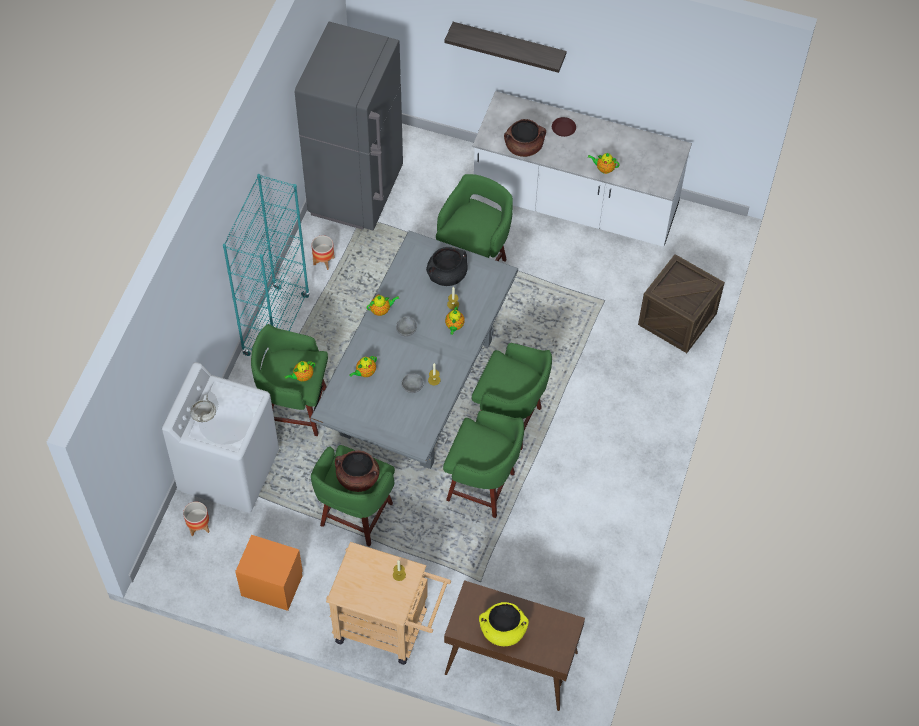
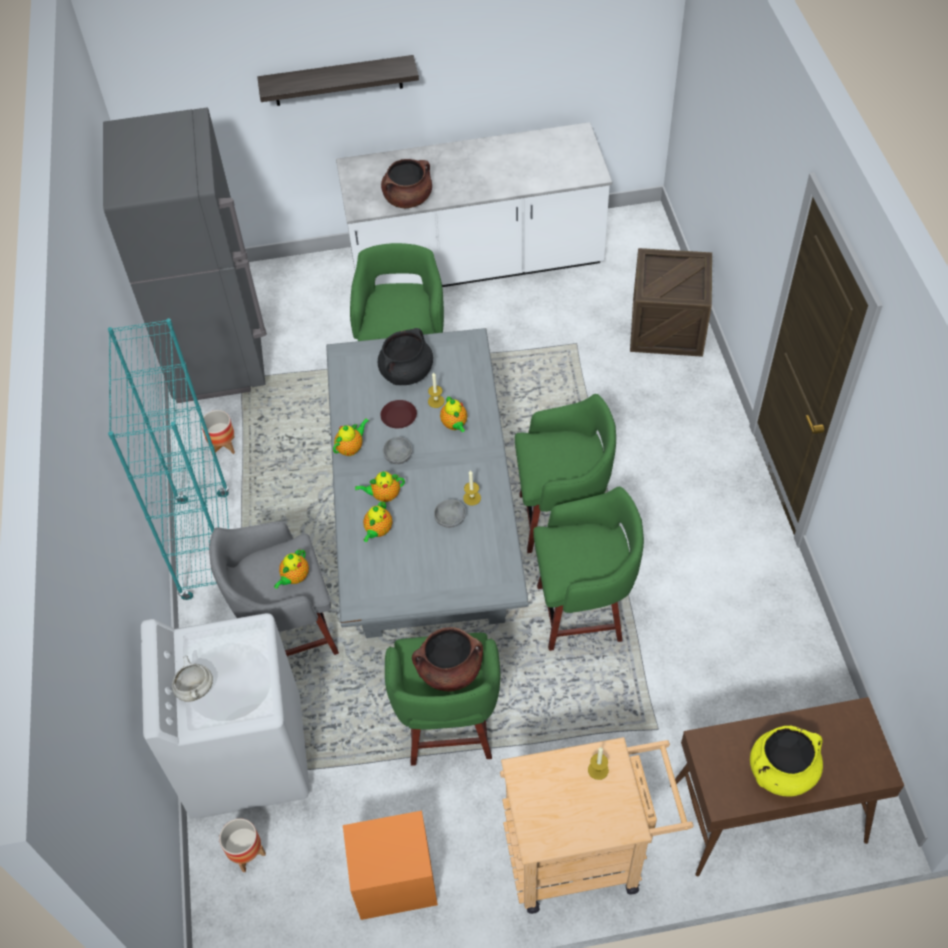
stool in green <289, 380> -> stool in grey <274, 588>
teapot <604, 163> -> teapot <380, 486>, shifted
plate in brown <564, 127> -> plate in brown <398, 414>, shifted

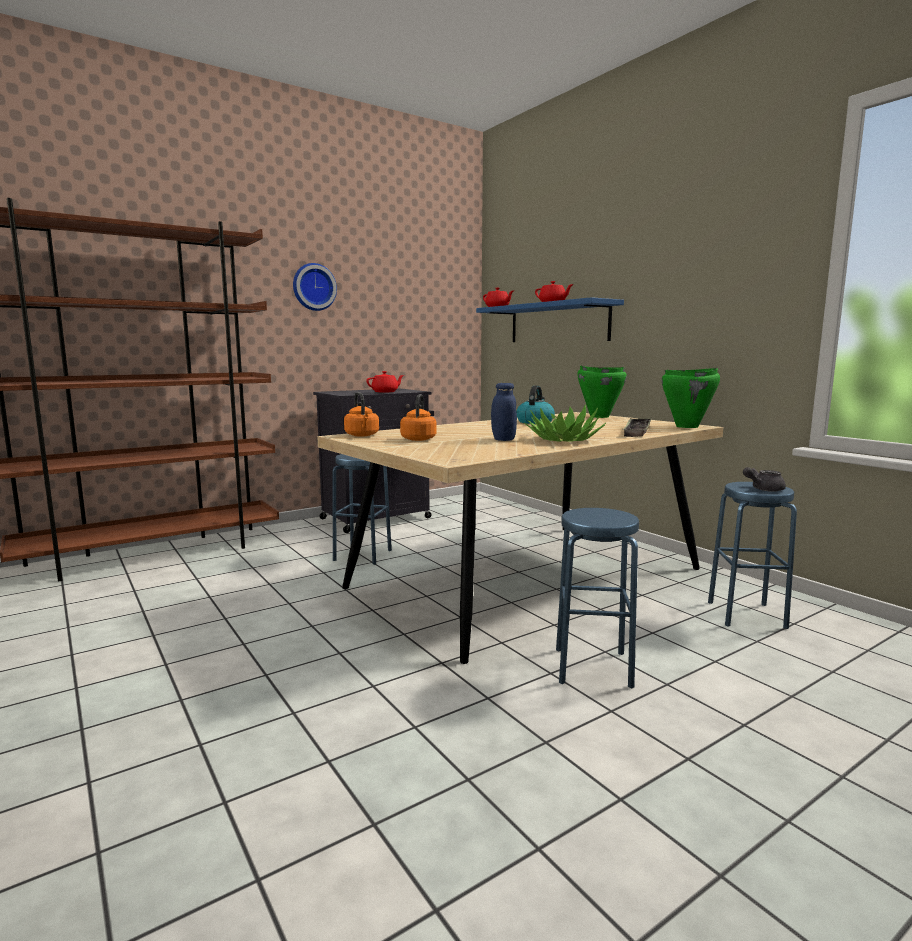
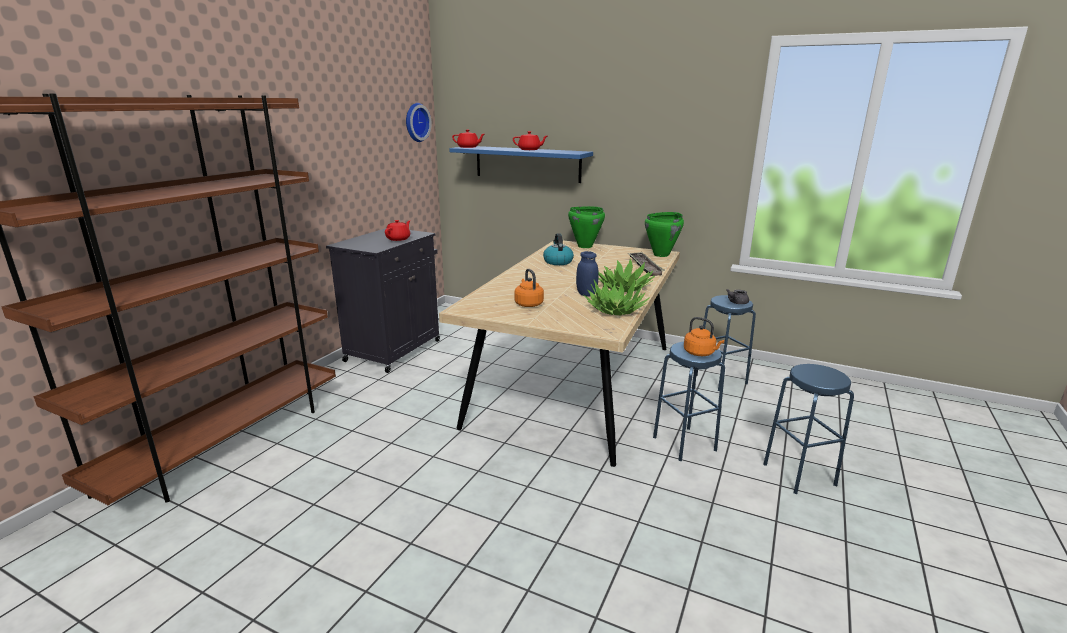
wall clock <315, 287> -> wall clock <419, 122>, shifted
none -> potted plant <616, 298>
kettle in orange <361, 414> -> kettle in orange <704, 336>, shifted
stool in blue <362, 509> -> stool in blue <808, 429>, shifted

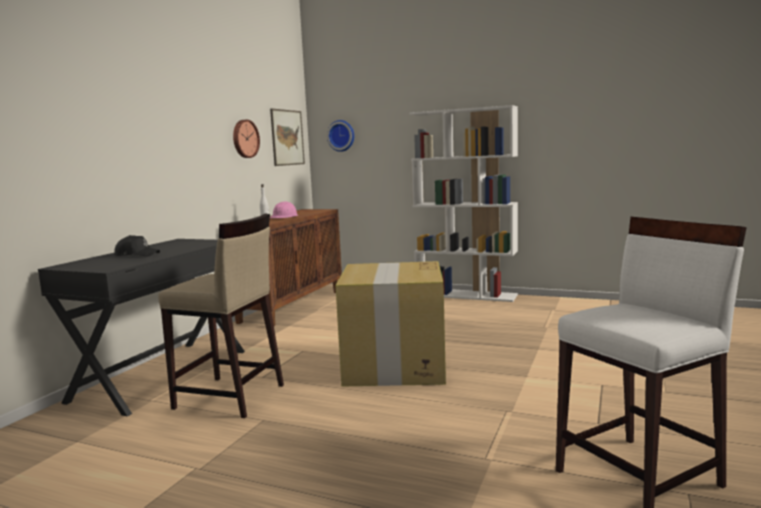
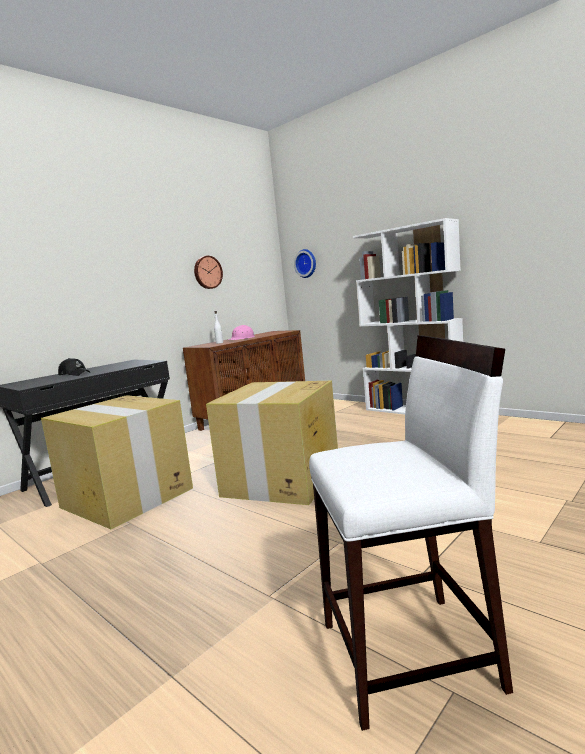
stool in beige <221, 315> -> cardboard box <117, 462>
picture <287, 137> -> none

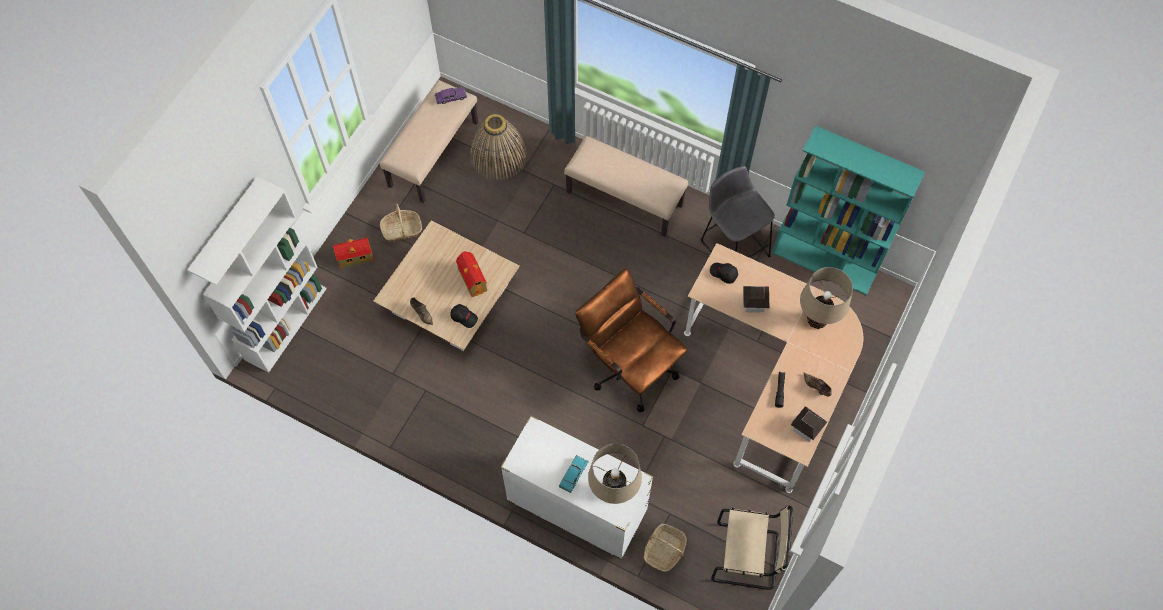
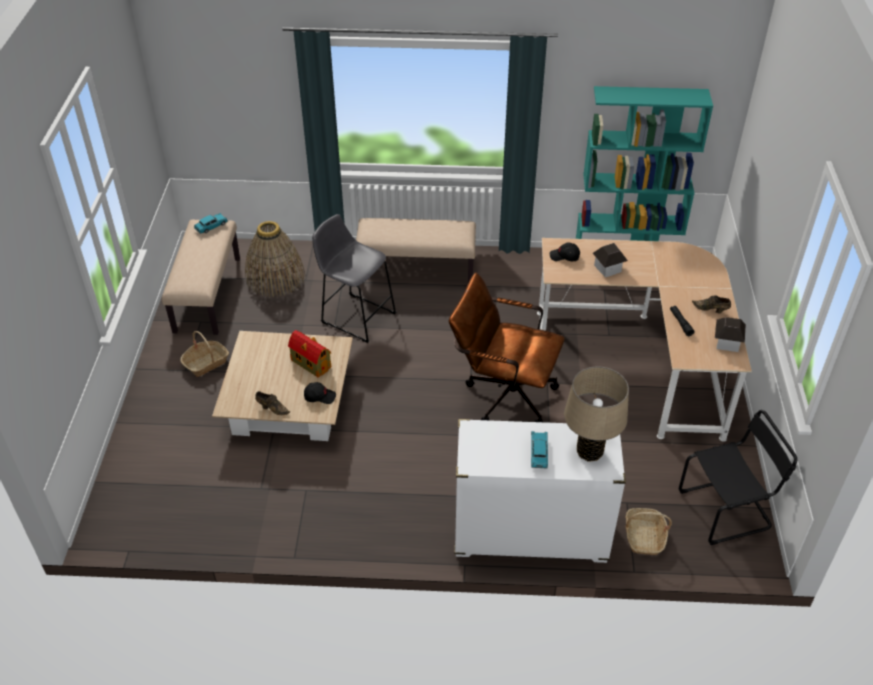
toy car in purple <451, 95> -> toy car in turquoise <211, 223>
stool in grey <738, 212> -> stool in grey <354, 278>, shifted
chair in beige <752, 547> -> chair in black <738, 477>
bookcase in white <257, 274> -> none
toy house <353, 252> -> none
table lamp in beige <826, 298> -> none

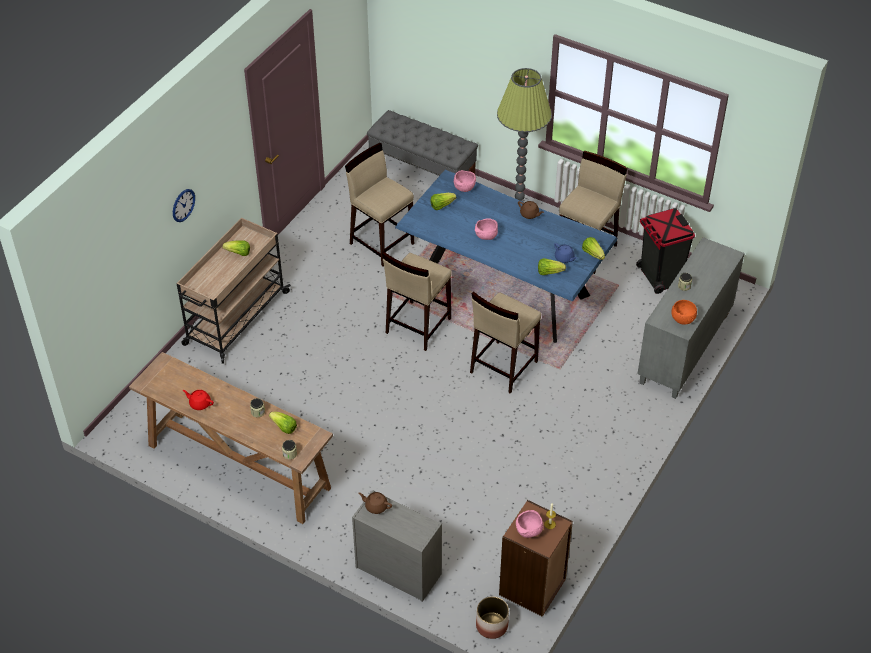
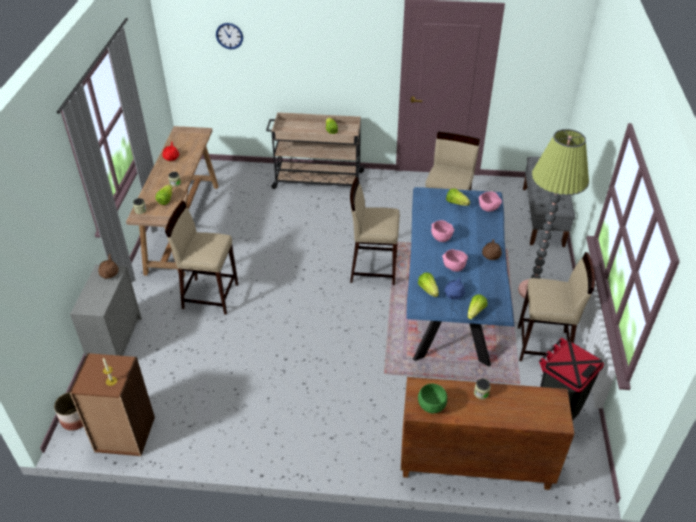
stool in beige <505, 342> -> stool in beige <201, 257>, shifted
wall clock <184, 205> -> wall clock <229, 36>, shifted
cabinet in grey <691, 318> -> cabinet in brown <487, 433>
bowl in orange <684, 312> -> bowl in green <432, 398>
bowl in pink <529, 524> -> bowl in pink <455, 260>, shifted

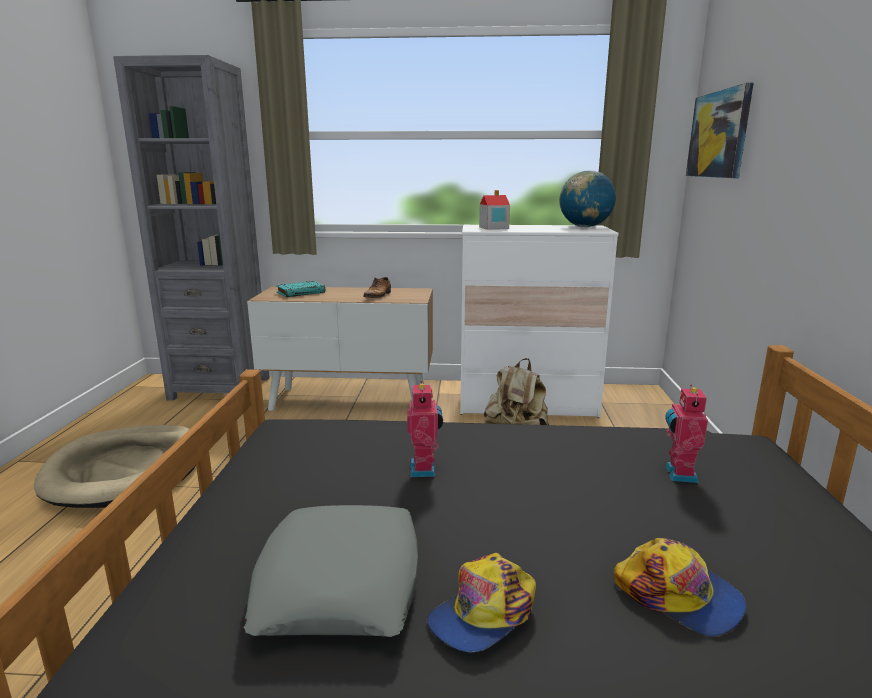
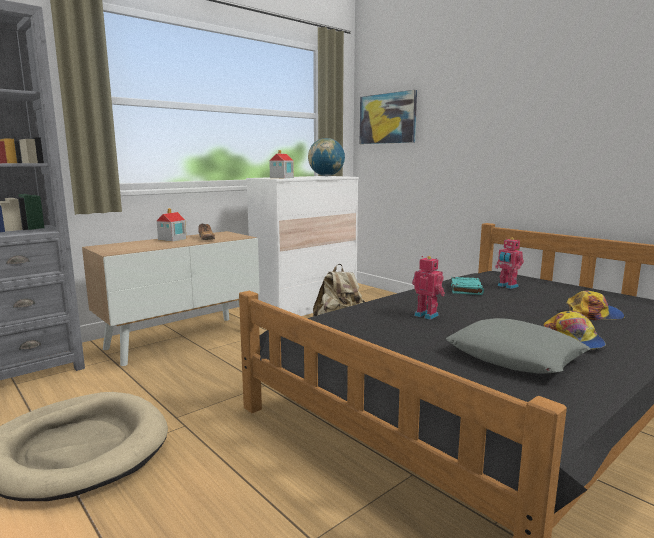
none -> toy house <172, 225>
book in turquoise <300, 289> -> book in turquoise <467, 286>, shifted

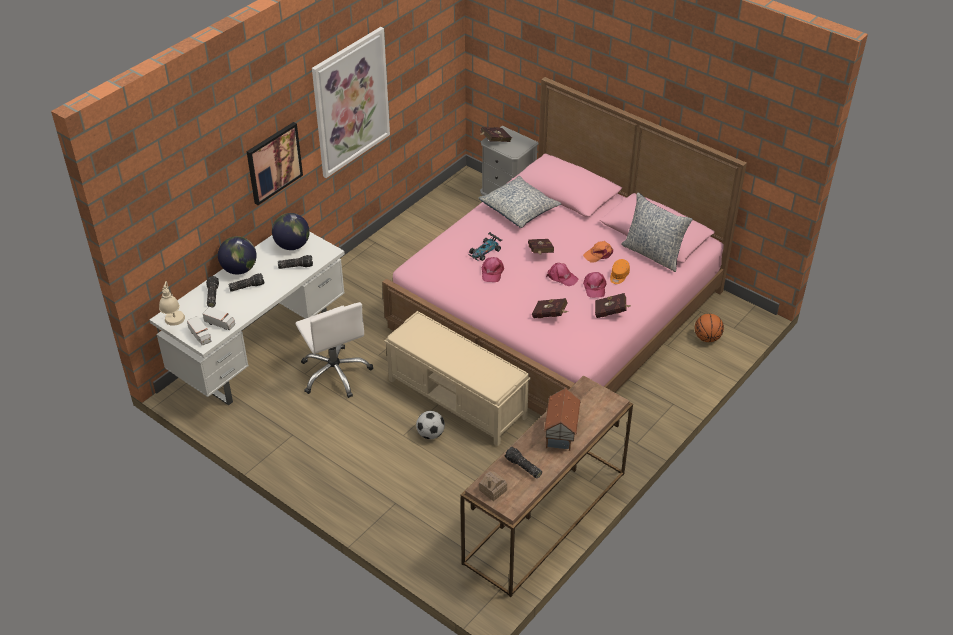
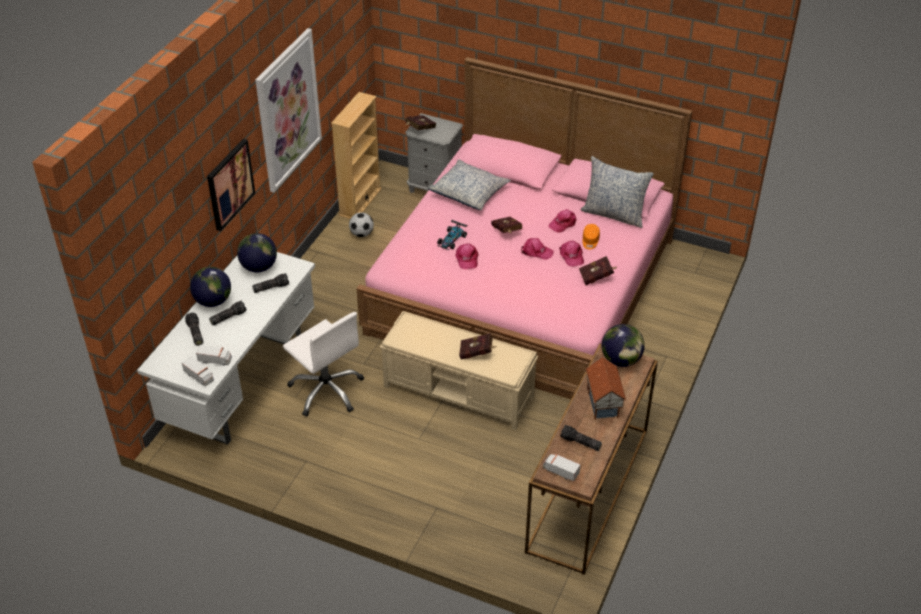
none -> bookcase in beige <356, 155>
football <430, 425> -> football <361, 224>, shifted
book in red <550, 308> -> book in red <478, 346>, shifted
toy house <493, 486> -> toy truck <562, 468>
cap in orange <598, 252> -> cap in pink <562, 221>
none -> globe <623, 345>
table lamp in beige <172, 303> -> none
basketball <709, 328> -> none

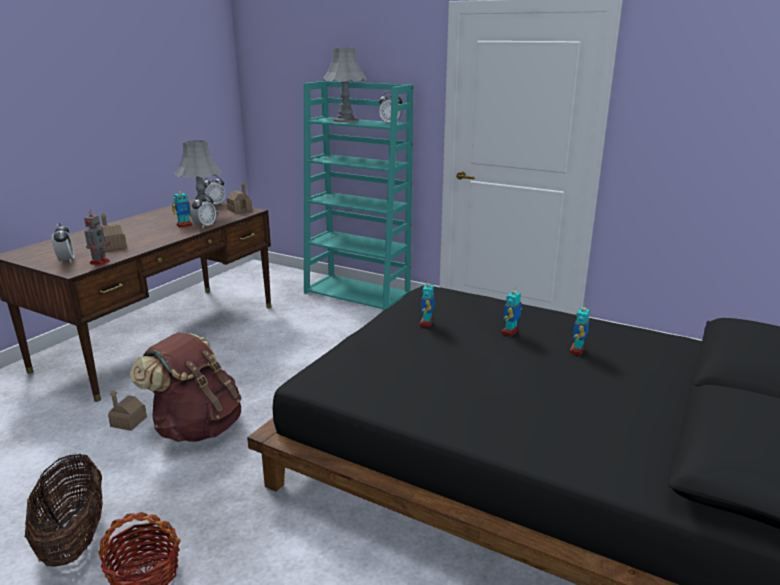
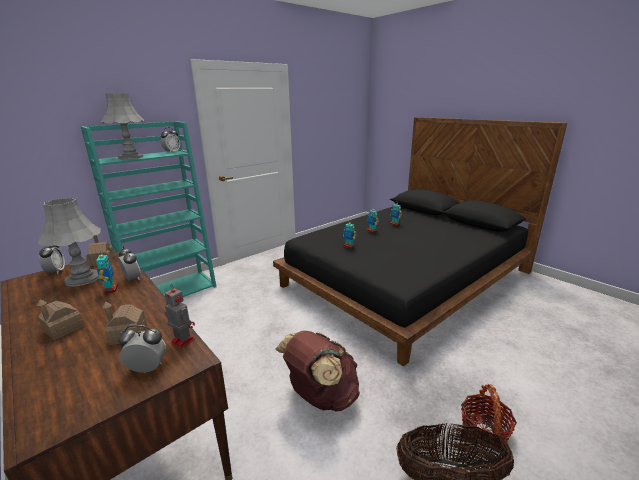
toy house <127, 410> -> toy house <60, 319>, shifted

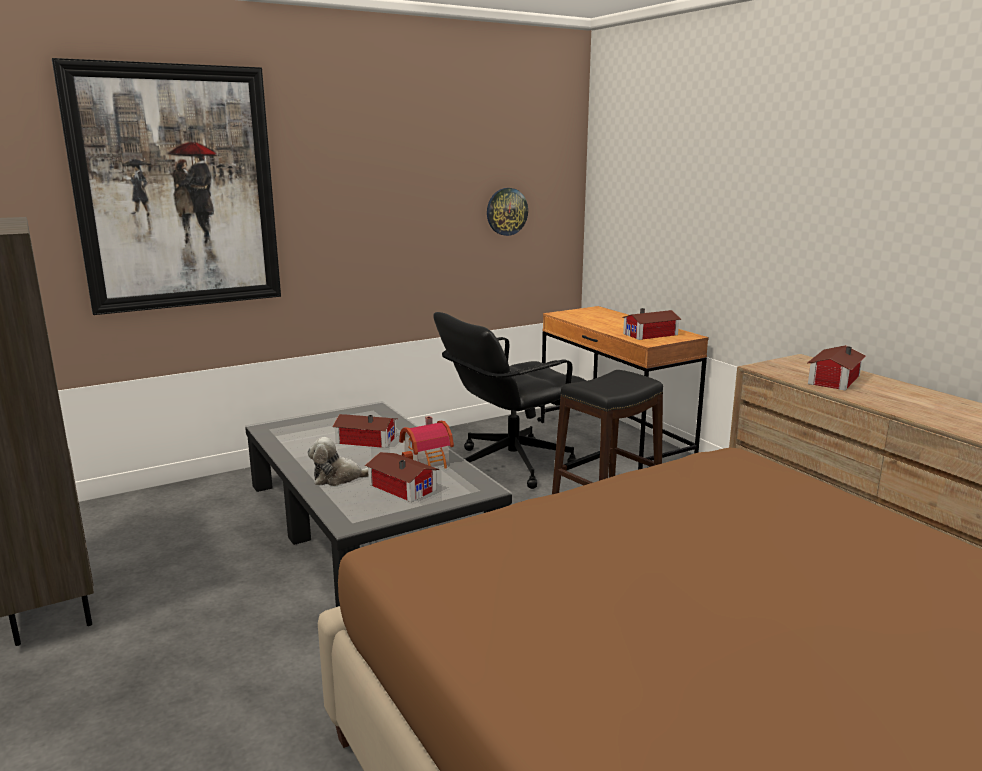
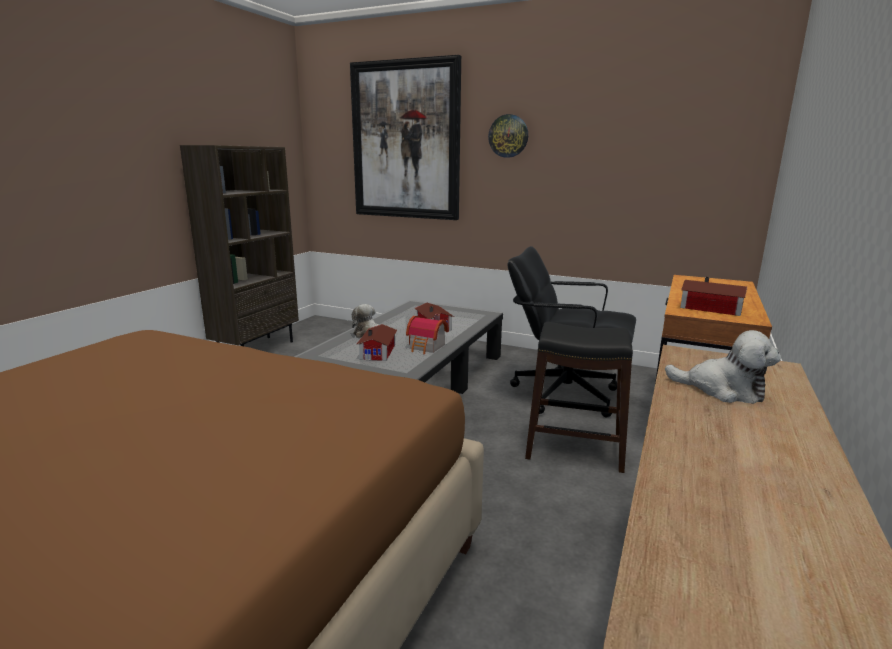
wall clock <507, 212> -> wall clock <508, 136>, shifted
toy house <836, 368> -> plush toy <723, 367>

